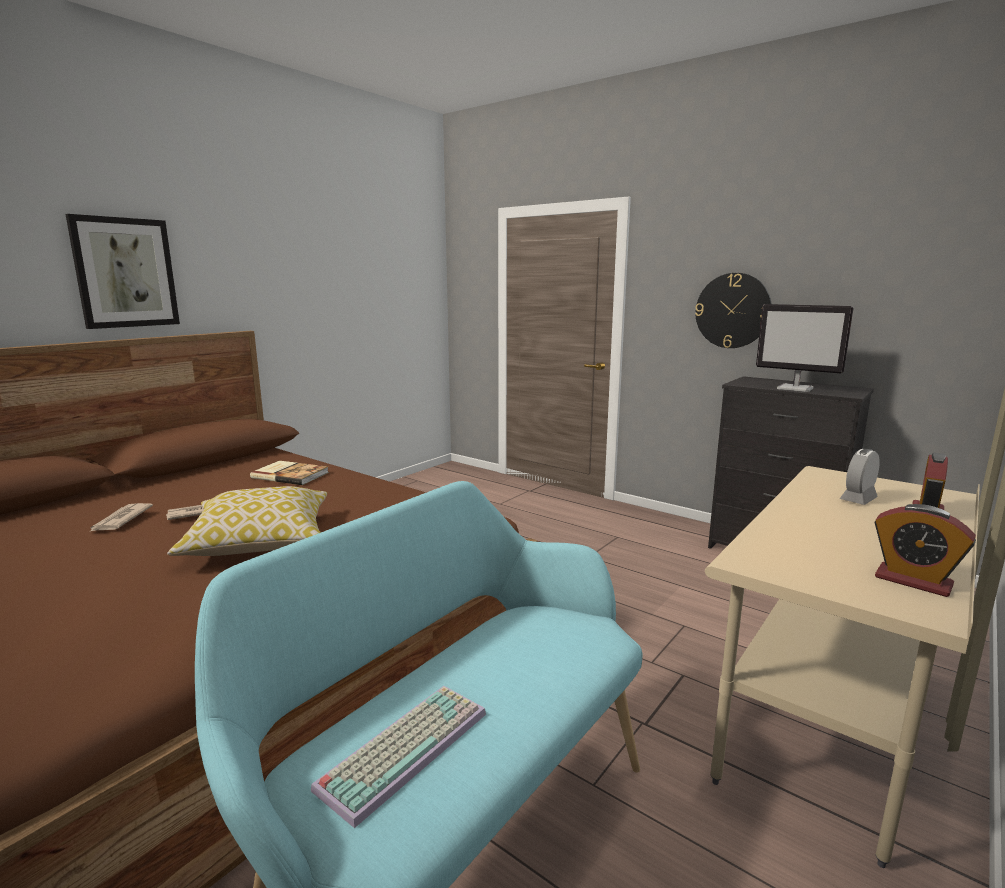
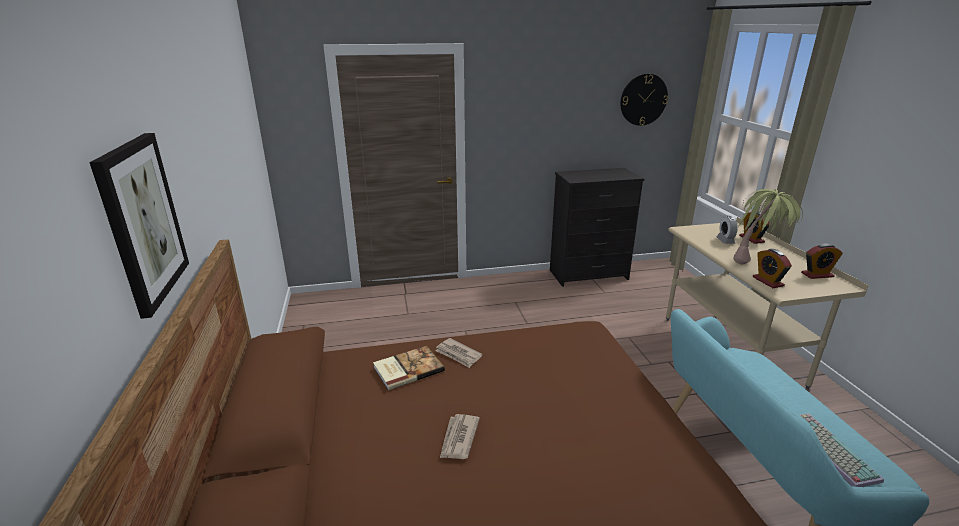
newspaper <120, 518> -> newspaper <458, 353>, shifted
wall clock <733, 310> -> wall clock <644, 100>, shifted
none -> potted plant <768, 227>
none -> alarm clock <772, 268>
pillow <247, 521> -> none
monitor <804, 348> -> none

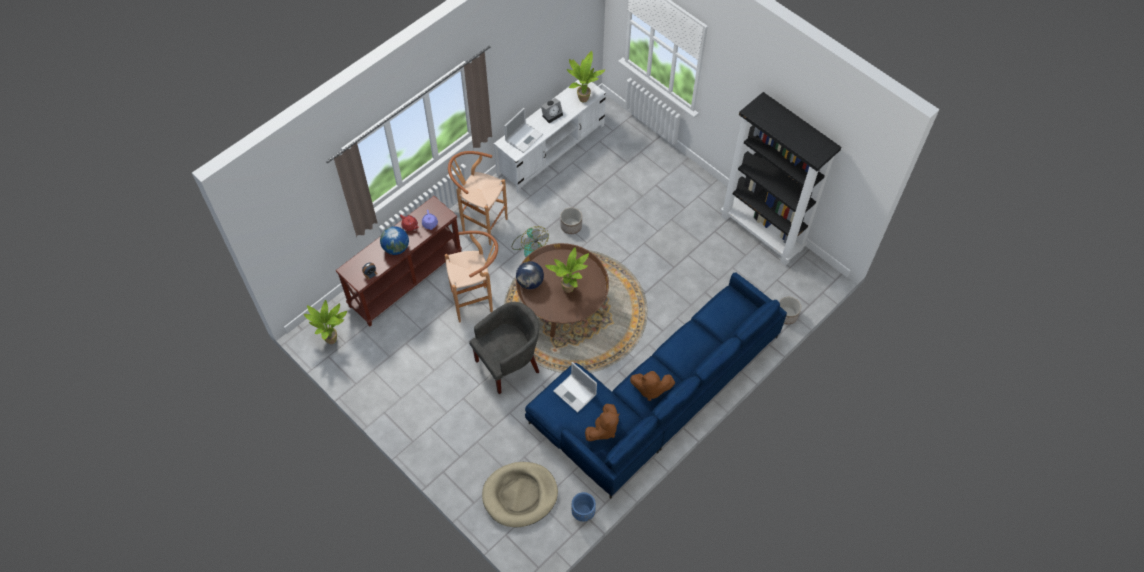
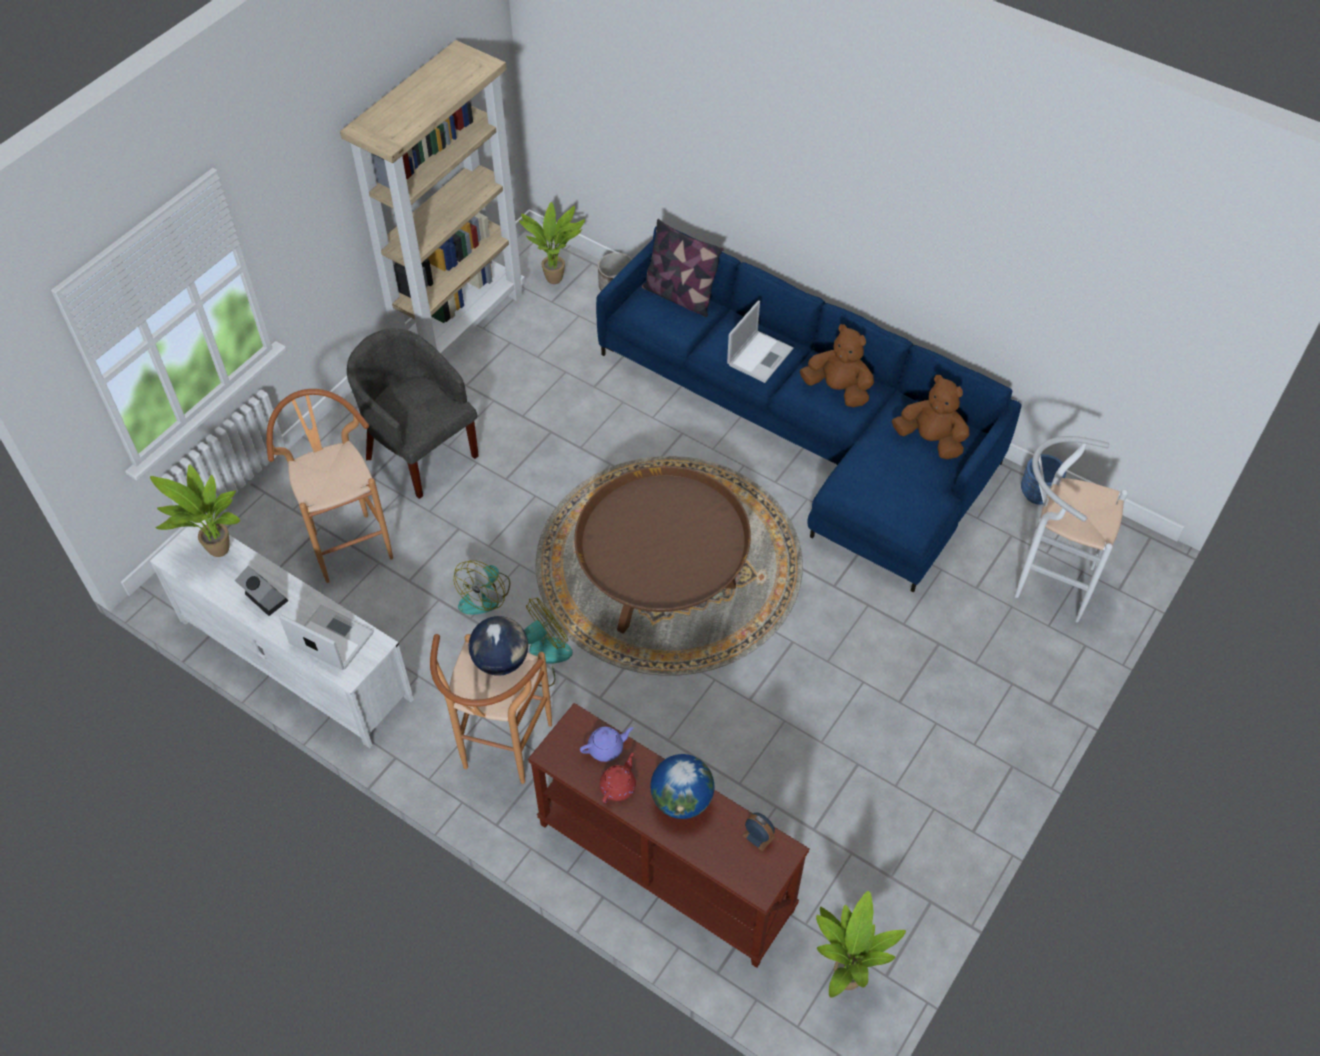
stool in brown <471, 276> -> stool in brown <329, 486>, shifted
bookcase in black <781, 179> -> bookcase in beige <432, 198>
armchair in grey <504, 348> -> armchair in grey <413, 413>, shifted
planter <571, 221> -> fan <482, 587>
globe <530, 275> -> globe <498, 646>, shifted
potted plant <567, 270> -> potted plant <552, 243>, shifted
none -> pillow <683, 268>
laptop <575, 387> -> laptop <760, 342>, shifted
plush toy in brown <652, 386> -> plush toy in brown <837, 365>, 60 degrees counterclockwise
dog bed in beige <520, 494> -> stool in white <1071, 529>

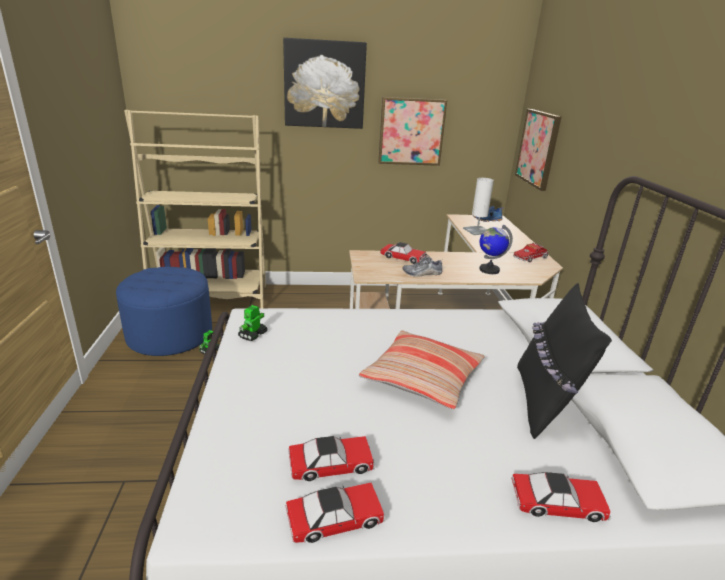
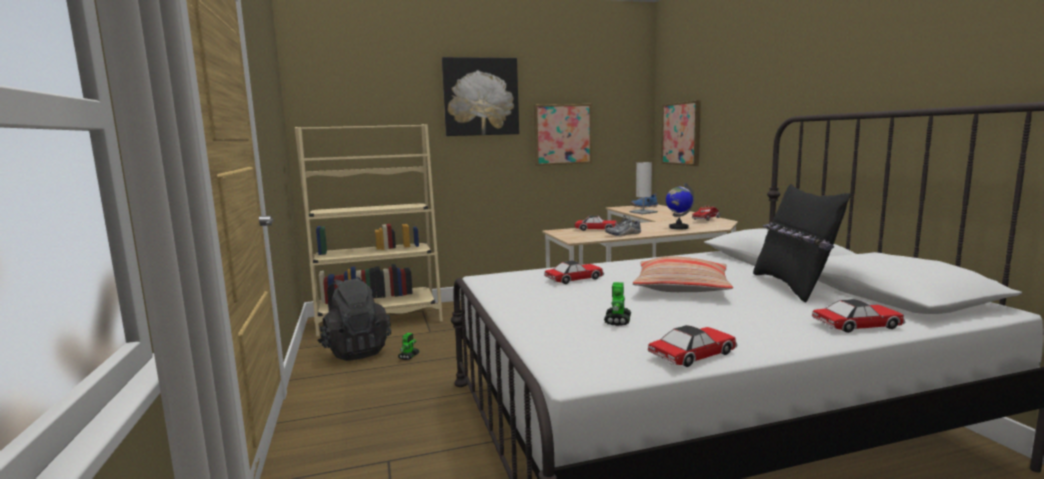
ottoman in blue <164, 311> -> backpack in black <354, 319>
toy car <332, 458> -> toy car <574, 272>, shifted
toy robot <252, 323> -> toy robot <617, 304>, shifted

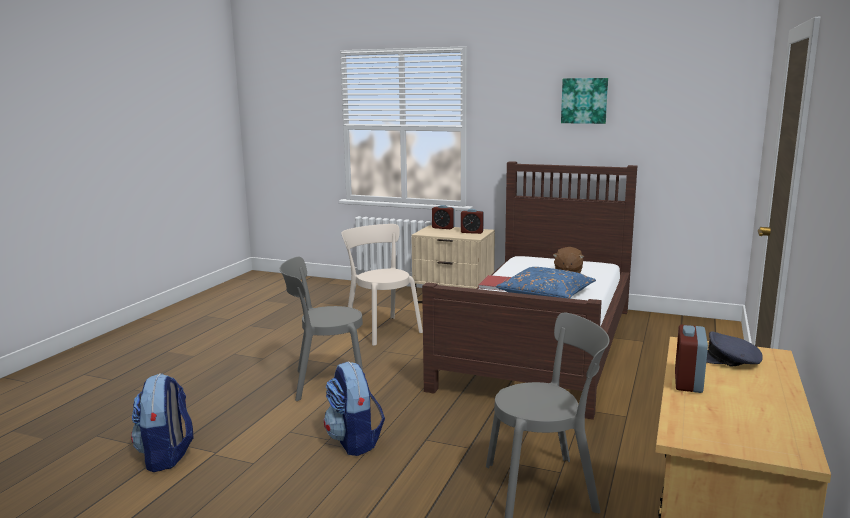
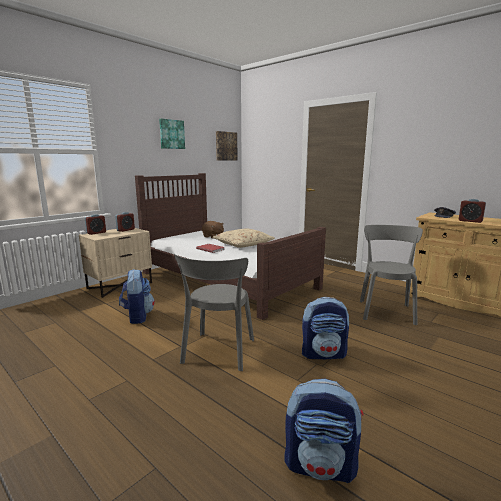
chair in beige <382, 285> -> backpack <137, 296>
pillow in blue <546, 283> -> pillow in beige <244, 238>
none -> picture <226, 145>

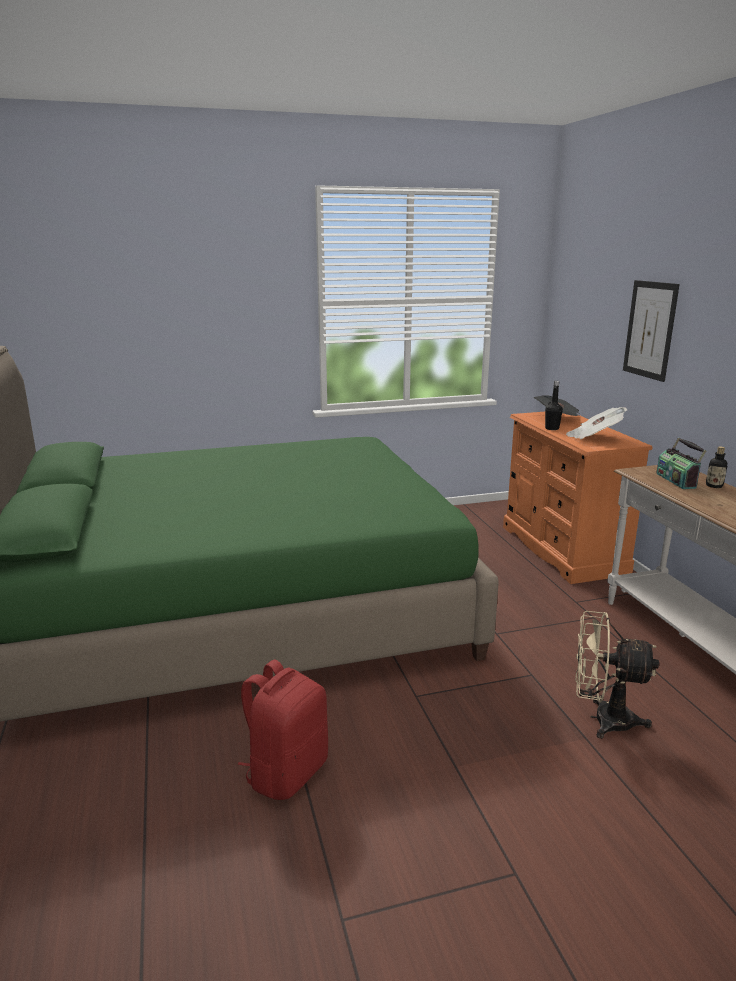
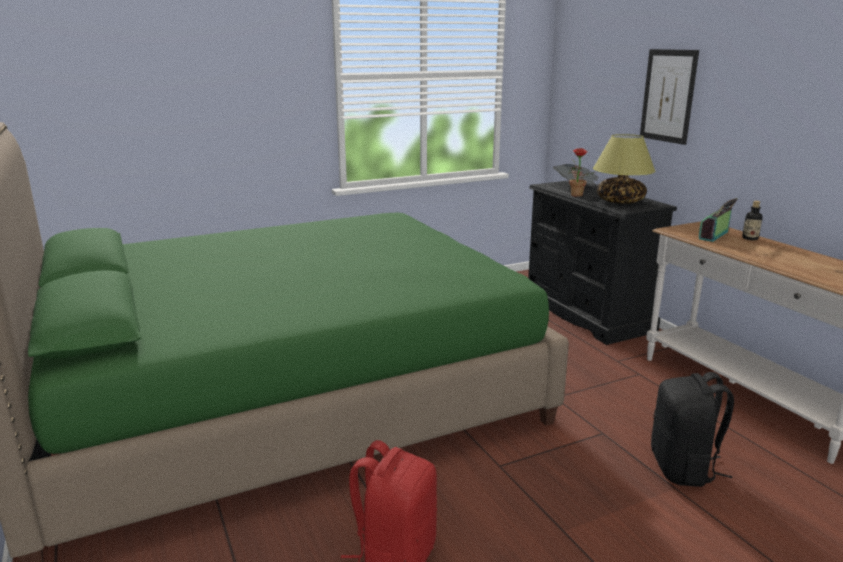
dresser in orange <578, 498> -> dresser in black <602, 263>
bottle in black <554, 405> -> potted plant <582, 172>
newspaper <596, 423> -> table lamp <624, 169>
fan in beige <617, 675> -> backpack in black <692, 429>
radio <681, 463> -> radio <718, 220>, 60 degrees clockwise

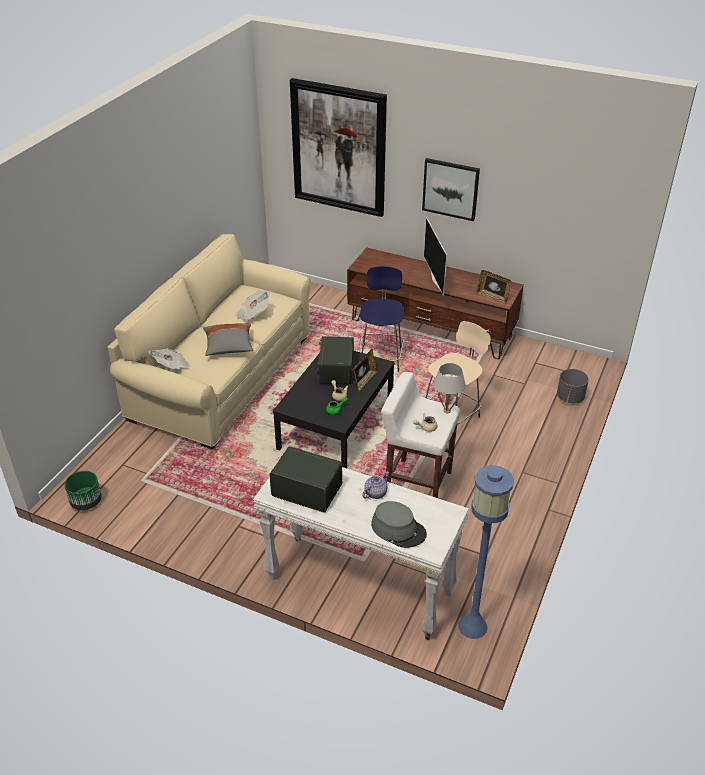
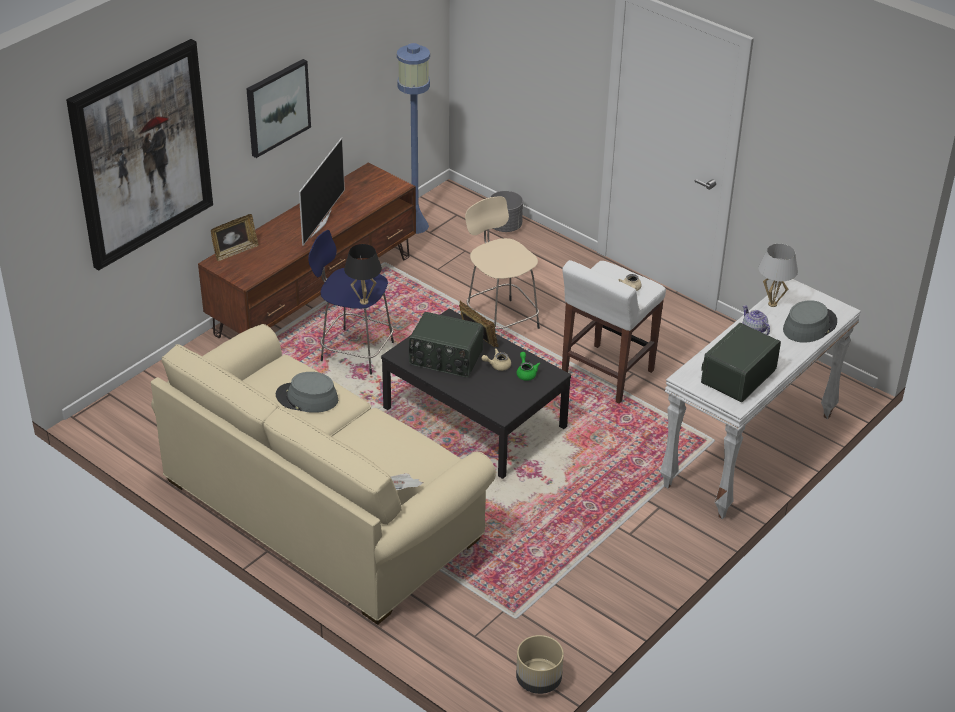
picture frame <494, 287> -> picture frame <235, 237>, shifted
newspaper <252, 306> -> hat in grey <307, 392>
television <435, 256> -> television <322, 191>, 75 degrees counterclockwise
none -> table lamp in black <363, 274>
floor lamp in blue <486, 552> -> floor lamp in blue <413, 138>, shifted
planter in green <83, 490> -> planter in beige <540, 664>
table lamp in white <450, 388> -> table lamp in white <778, 275>, shifted
pillow in grey <228, 339> -> none

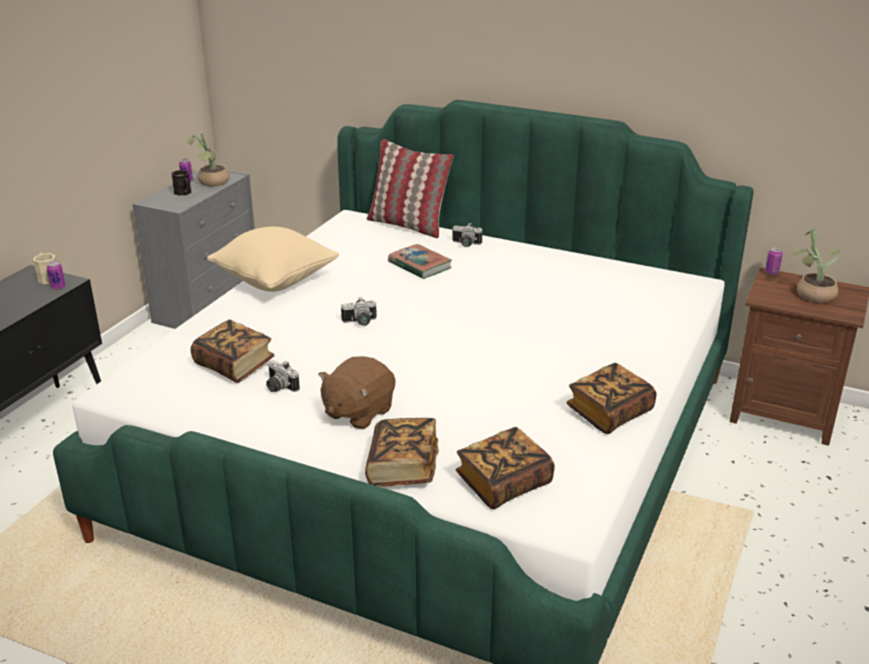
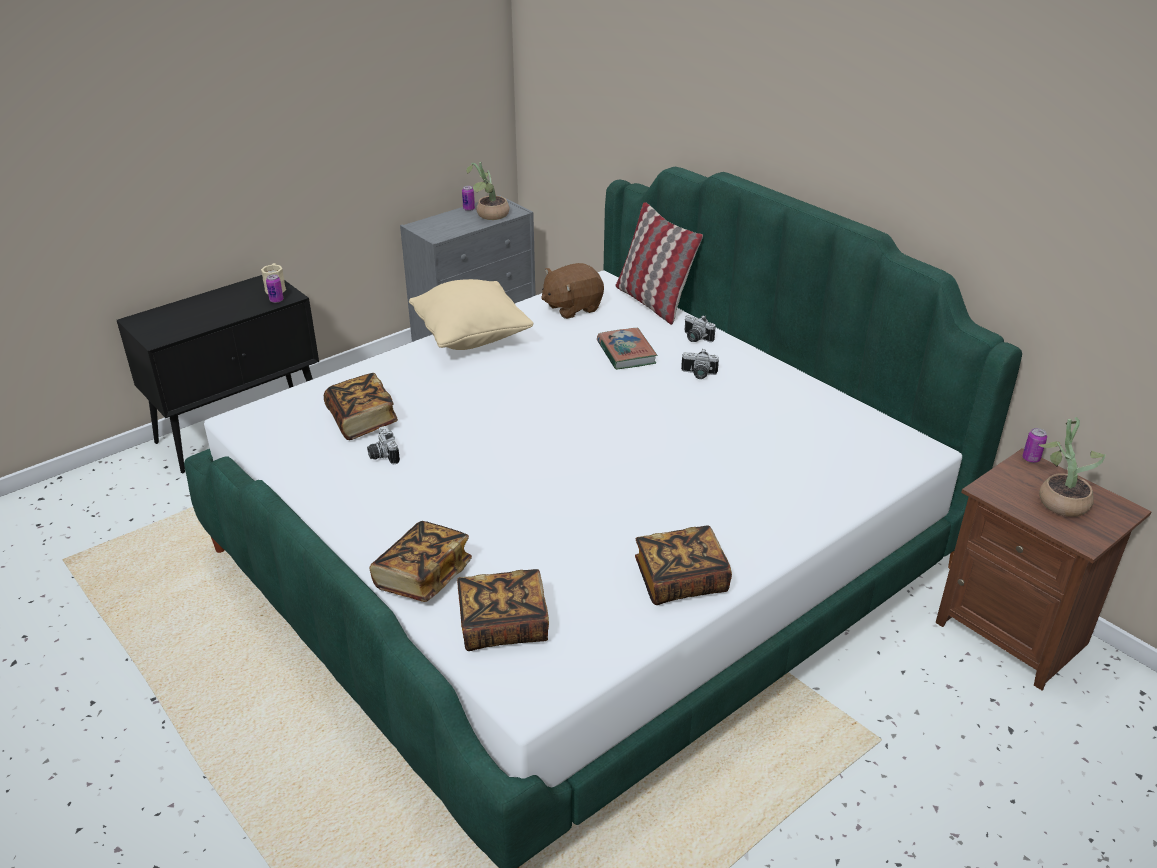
plush toy in brown <356, 392> -> plush toy in brown <572, 291>, shifted
photo camera <359, 311> -> photo camera <700, 364>, shifted
mug in black <181, 183> -> none

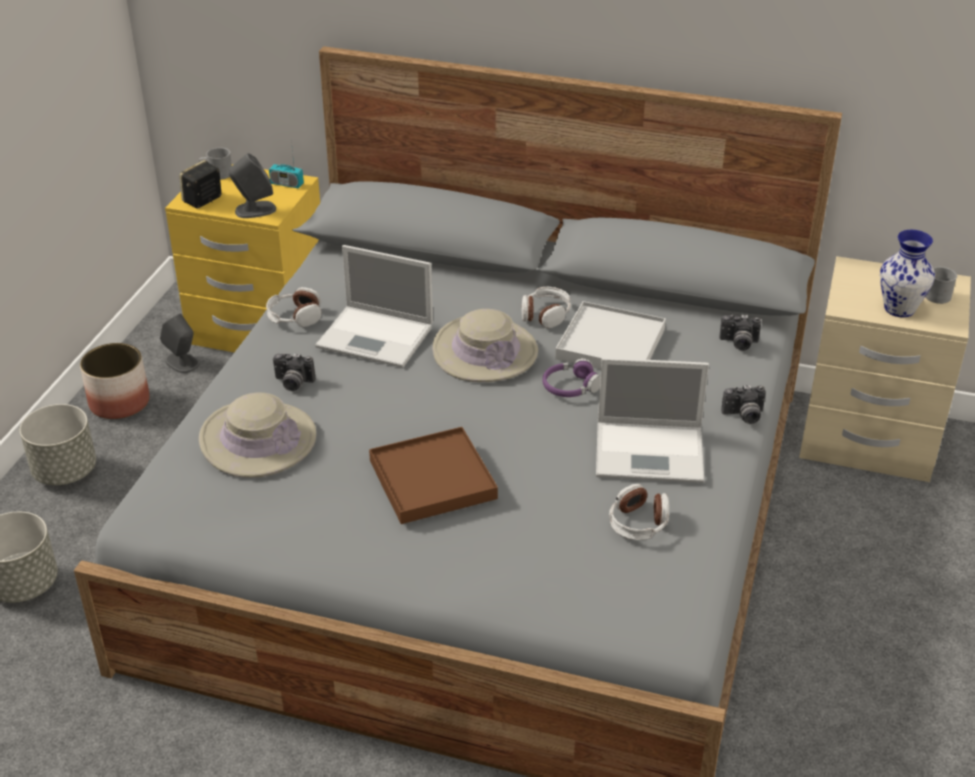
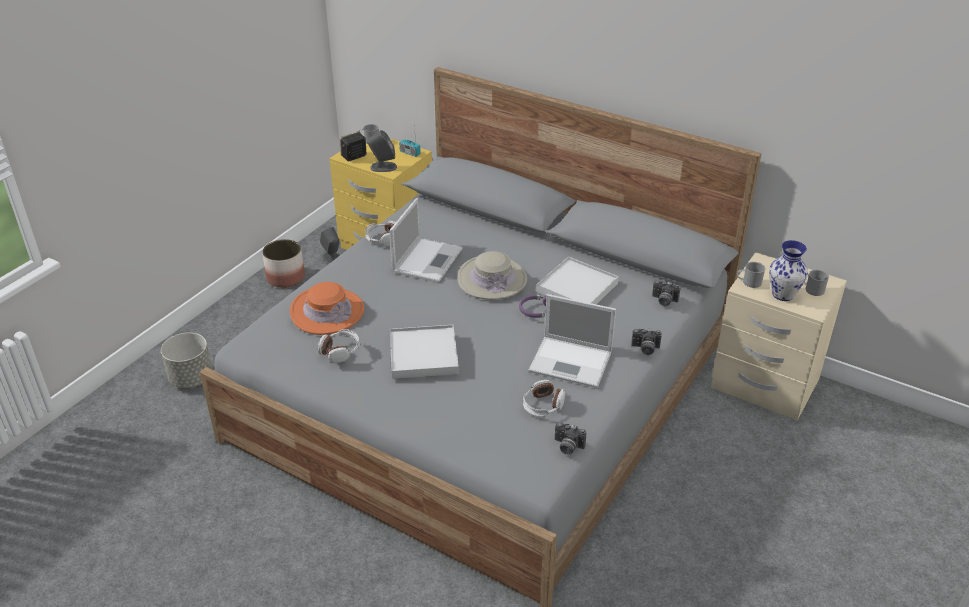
hat in beige <257, 435> -> hat in orange <327, 308>
headphones <546, 307> -> headphones <339, 346>, shifted
laptop <374, 306> -> laptop <426, 240>, 105 degrees counterclockwise
tray in brown <433, 475> -> tray in white <424, 352>
photo camera <294, 372> -> photo camera <570, 438>, shifted
none -> mug in grey <751, 275>
planter in grey <58, 444> -> none

